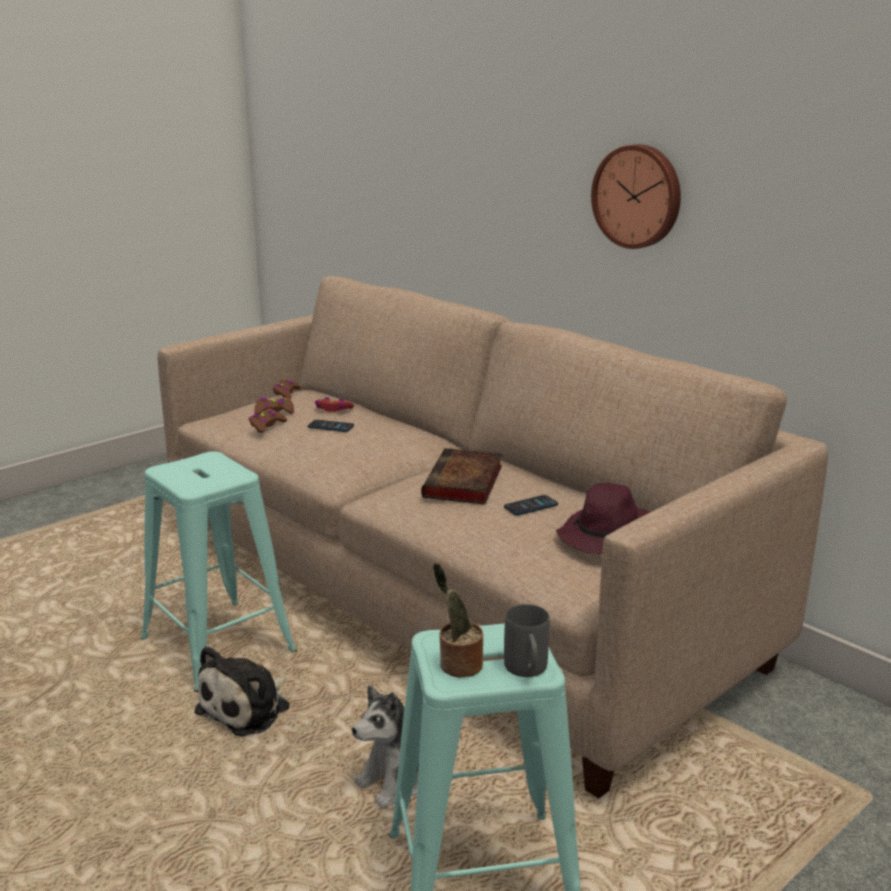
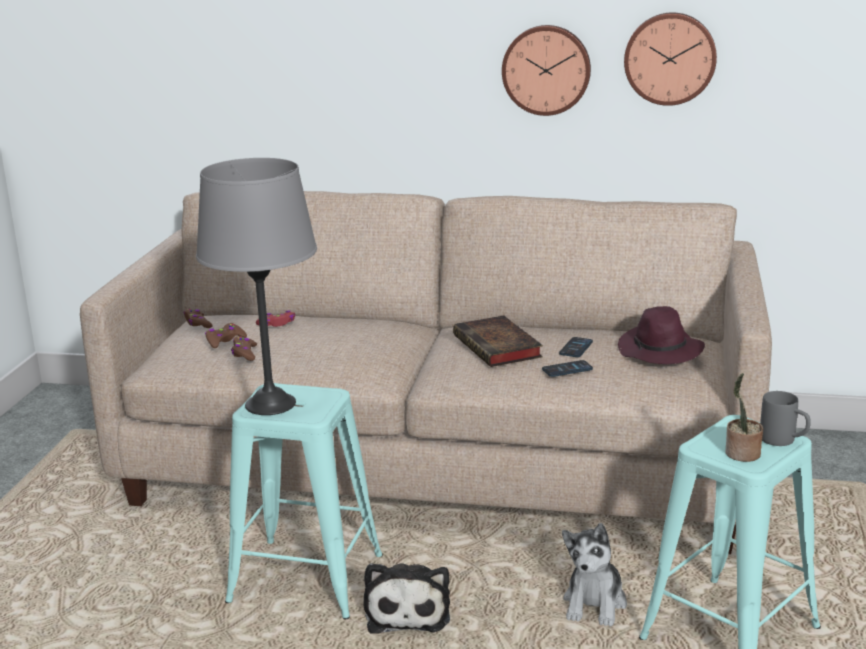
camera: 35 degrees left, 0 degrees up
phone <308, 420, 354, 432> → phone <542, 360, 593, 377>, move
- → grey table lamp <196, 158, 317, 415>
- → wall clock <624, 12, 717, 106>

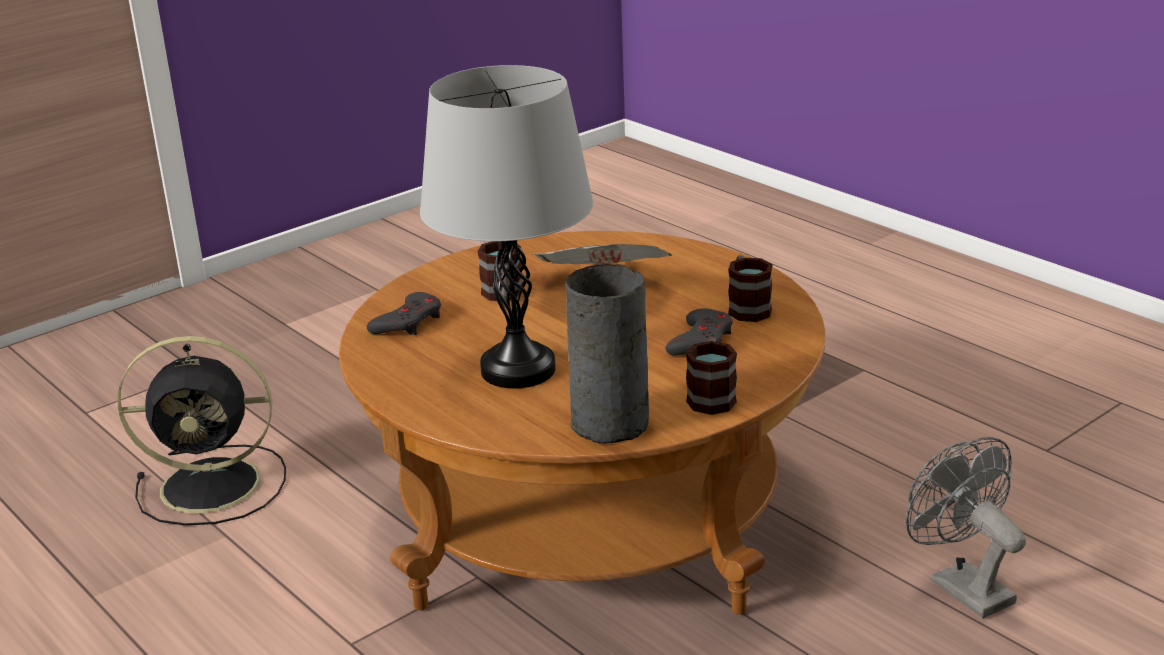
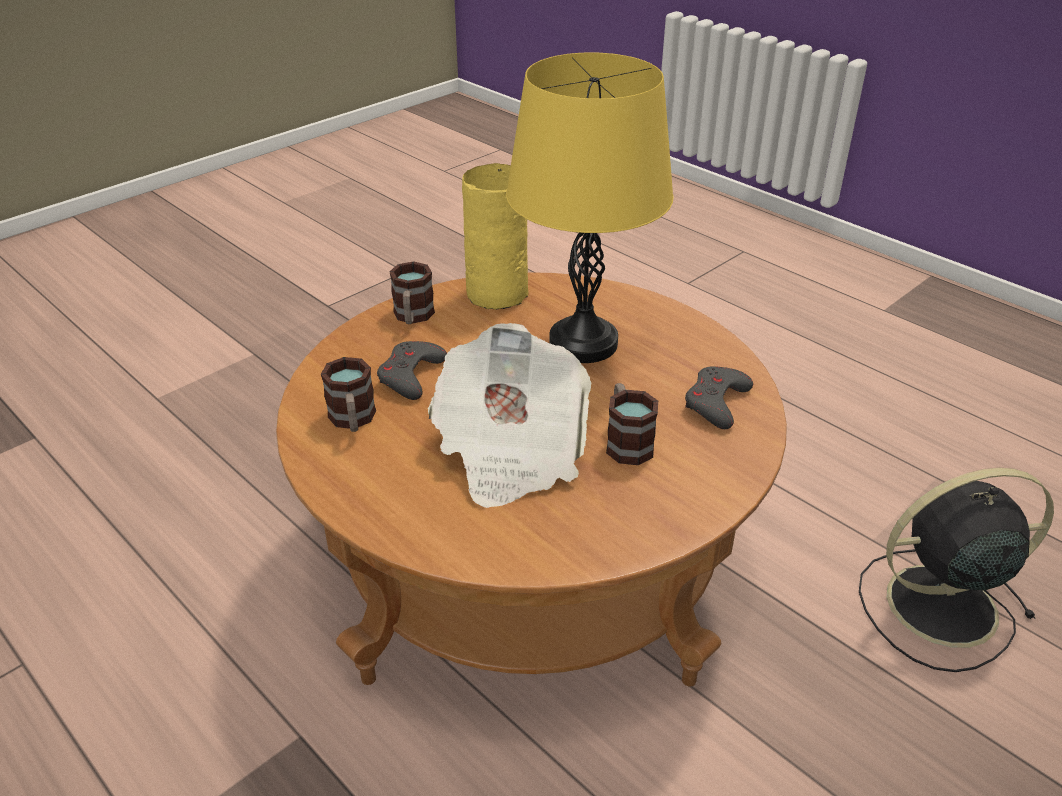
camera: 175 degrees right, 10 degrees up
grey table lamp <420, 65, 594, 388> → yellow table lamp <506, 52, 674, 363>
grey vase <565, 264, 649, 444> → yellow vase <462, 163, 529, 310>
grey fan <906, 437, 1026, 618> → -

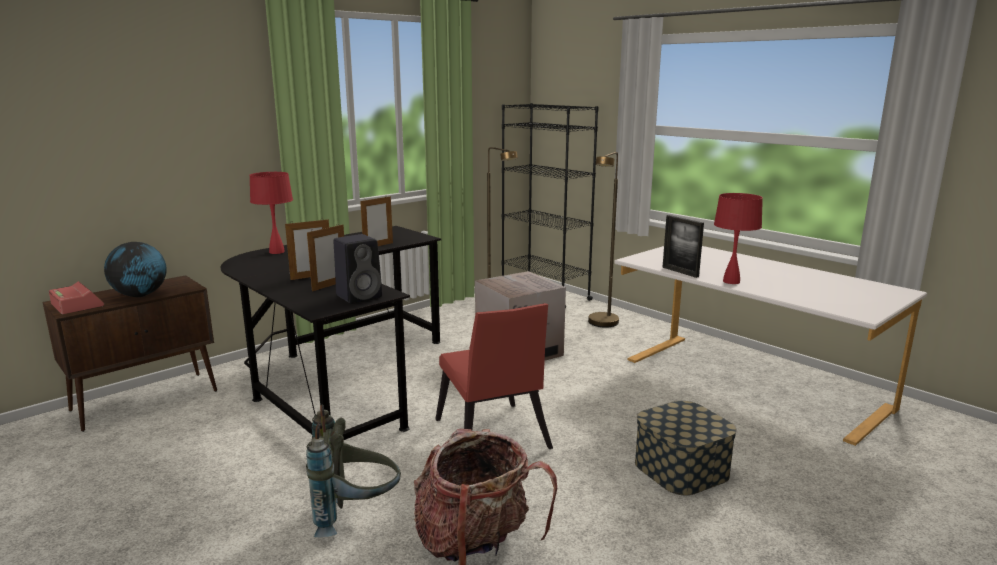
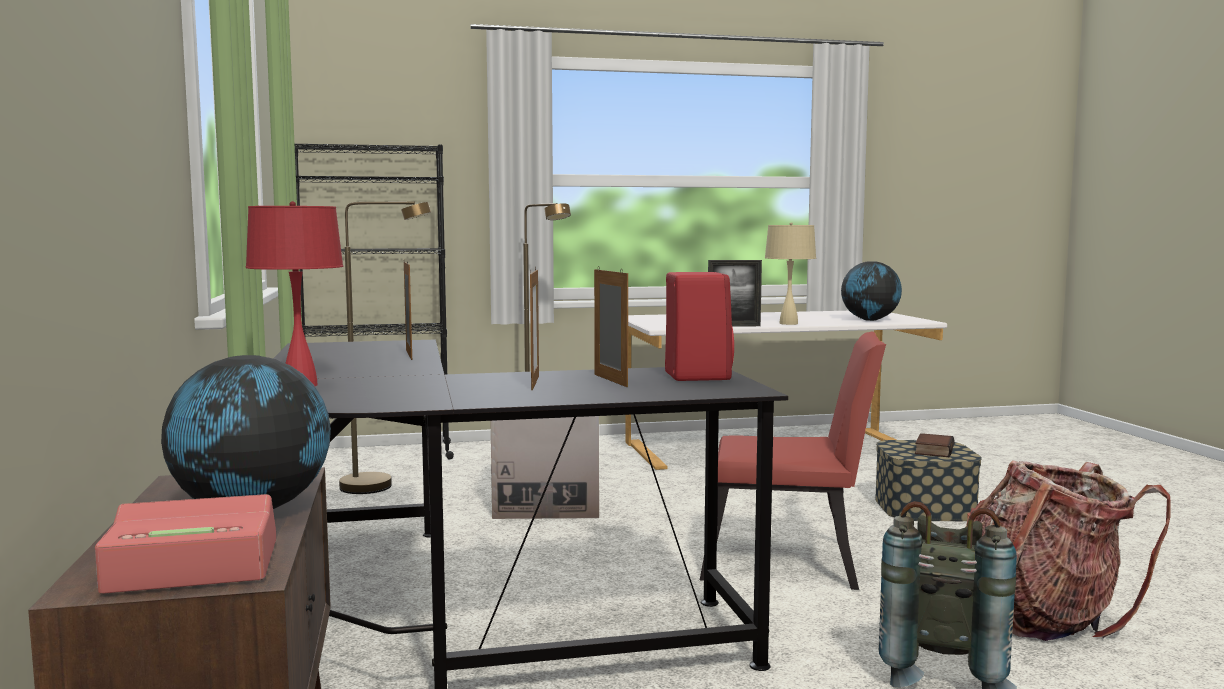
camera: 60 degrees left, 10 degrees down
black speaker <333, 234, 382, 303> → red speaker <665, 272, 734, 381>
red table lamp <714, 193, 763, 284> → beige table lamp <765, 222, 816, 325>
- → globe <841, 261, 902, 321>
- → book <915, 433, 955, 457>

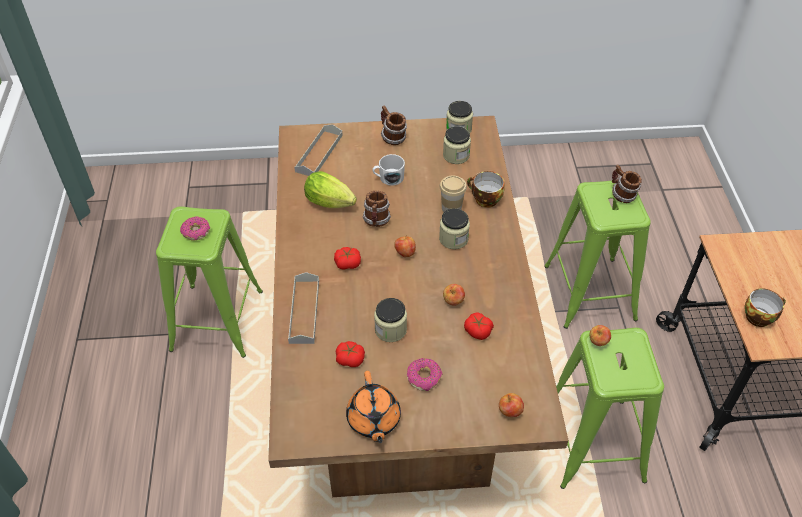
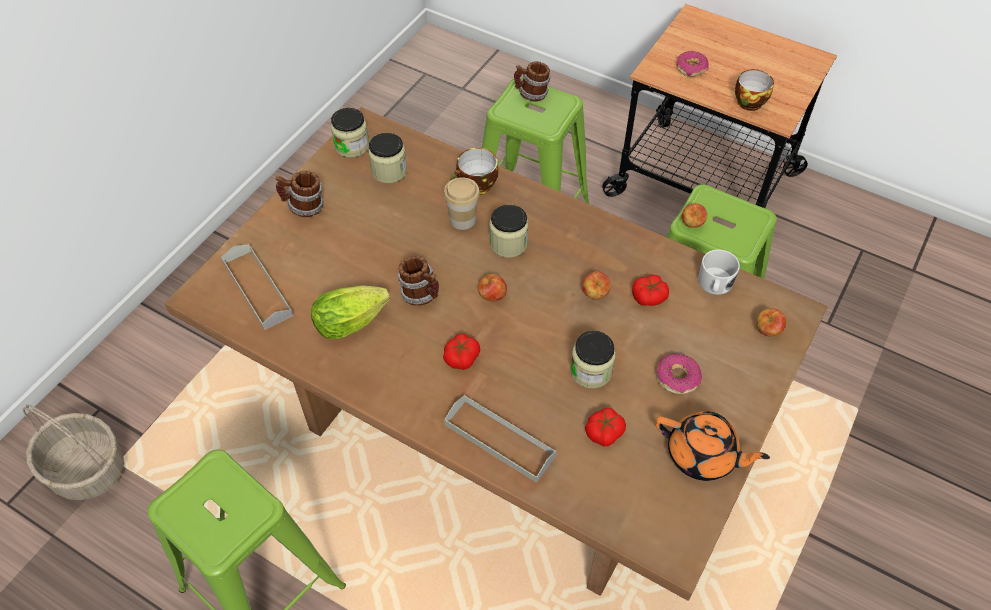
camera: 55 degrees left, 5 degrees up
donut <180, 216, 210, 240> → donut <676, 51, 709, 77>, move
white mug <373, 154, 405, 186> → white mug <698, 249, 740, 295>, move
- → basket <23, 404, 124, 500>

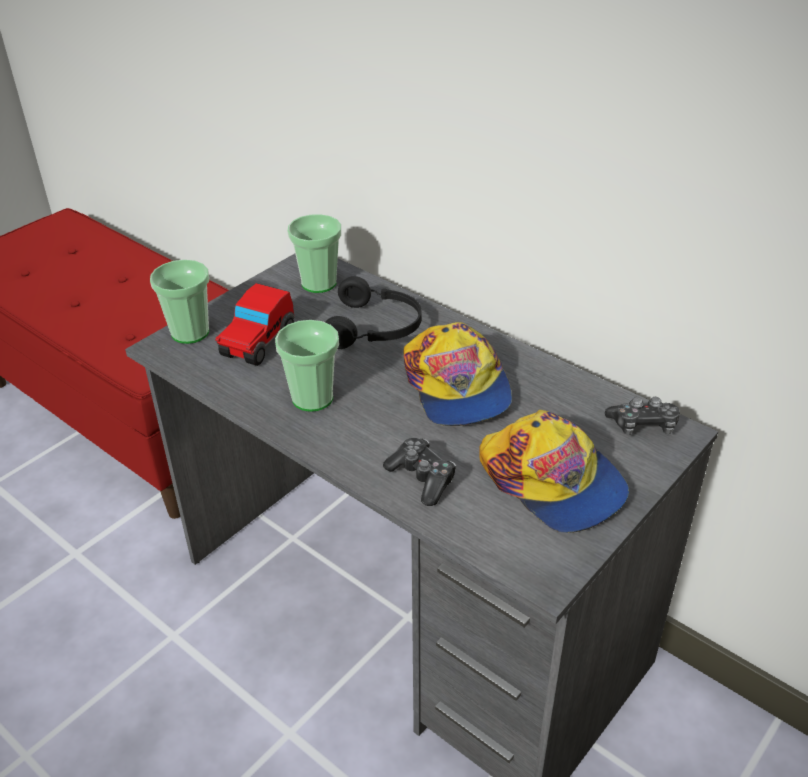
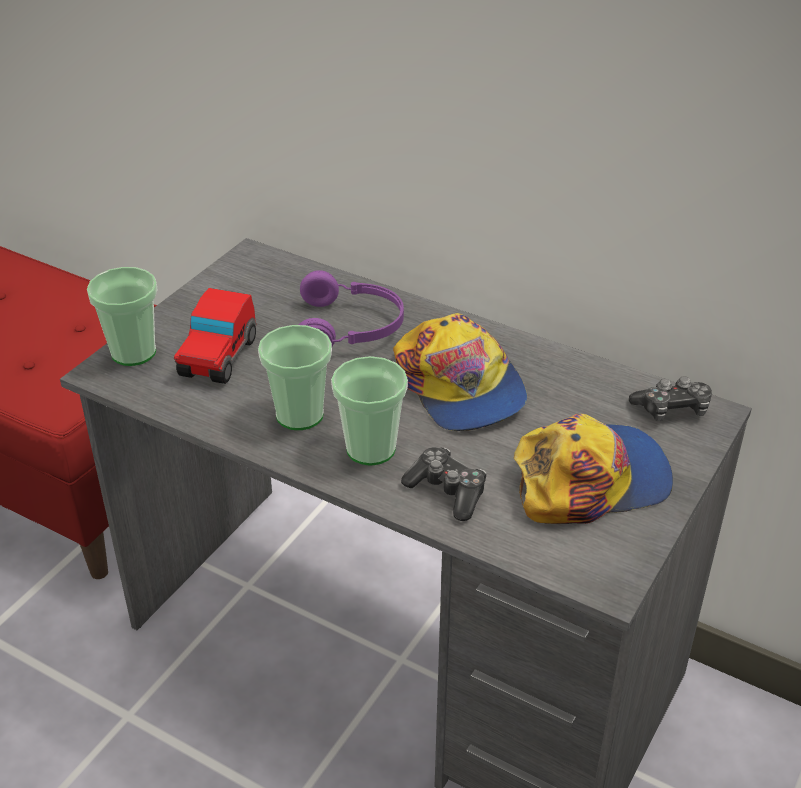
camera: 10 degrees left, 0 degrees up
cup <287, 214, 341, 293> → cup <331, 356, 408, 466>, move
black headphones <325, 276, 422, 349> → purple headphones <299, 270, 404, 346>
cap <479, 410, 629, 533> → cap <514, 414, 673, 524>, 60 degrees counterclockwise

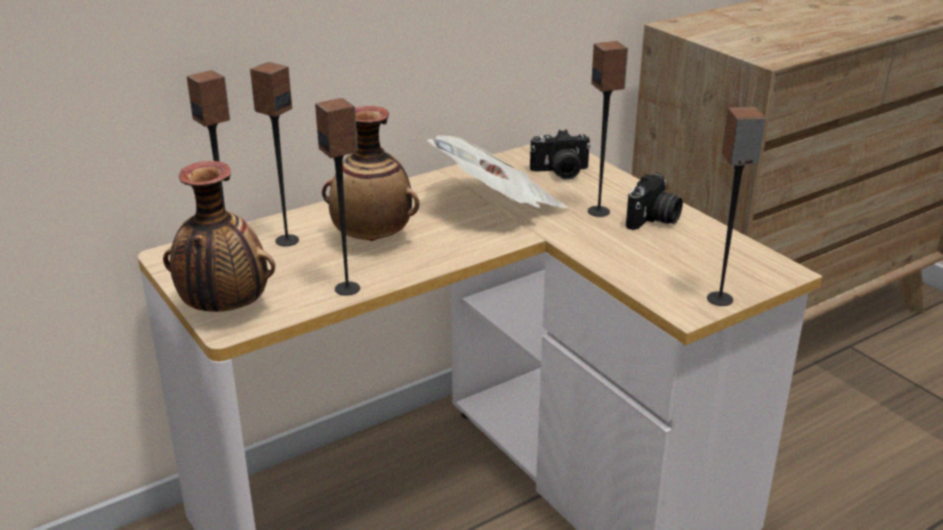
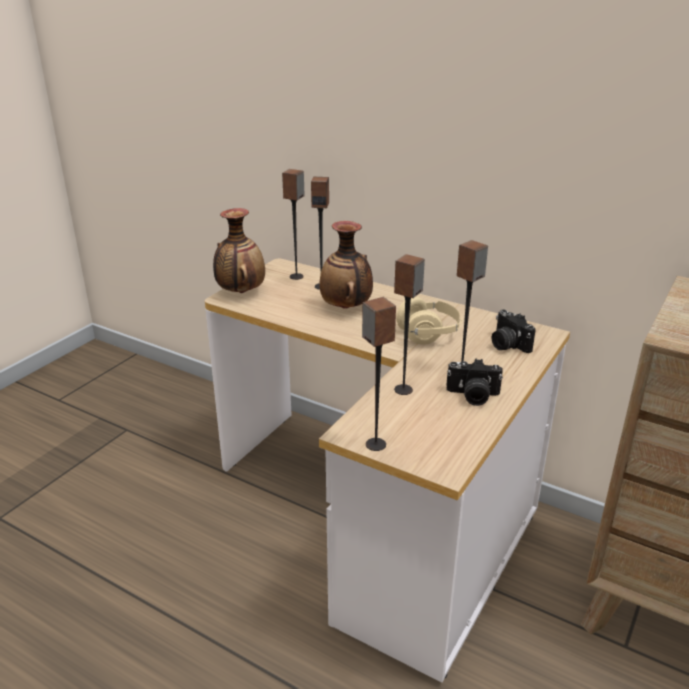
camera: 65 degrees right, 0 degrees up
speaker <315, 98, 360, 296> → speaker <394, 254, 425, 395>, move
newspaper <426, 135, 568, 208> → beige headphones <396, 297, 462, 345>

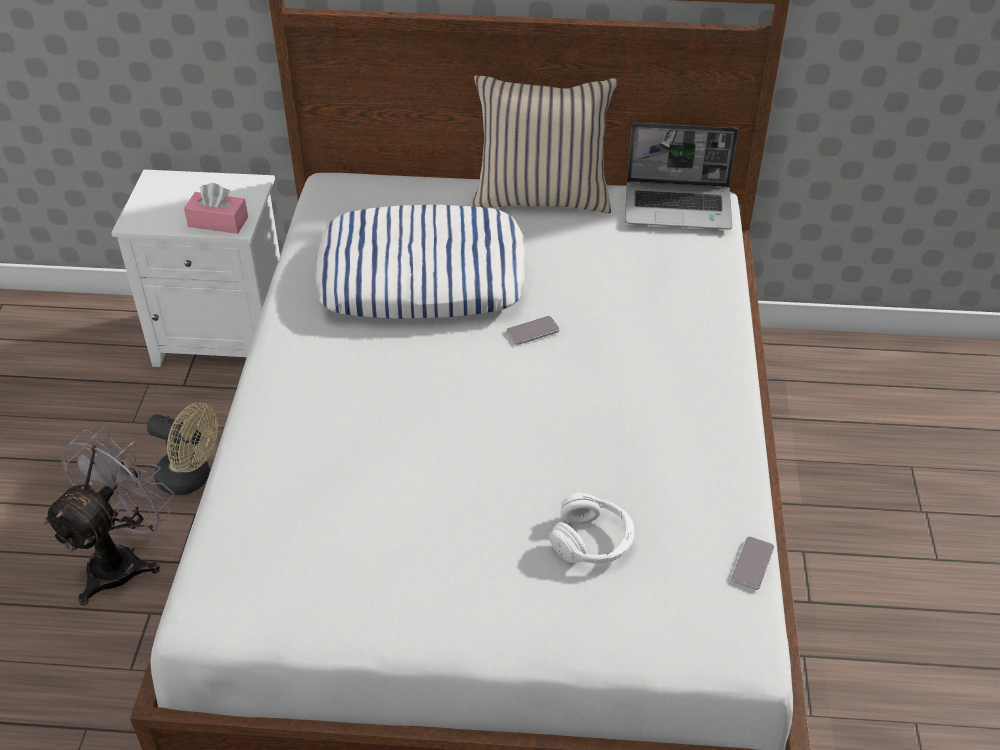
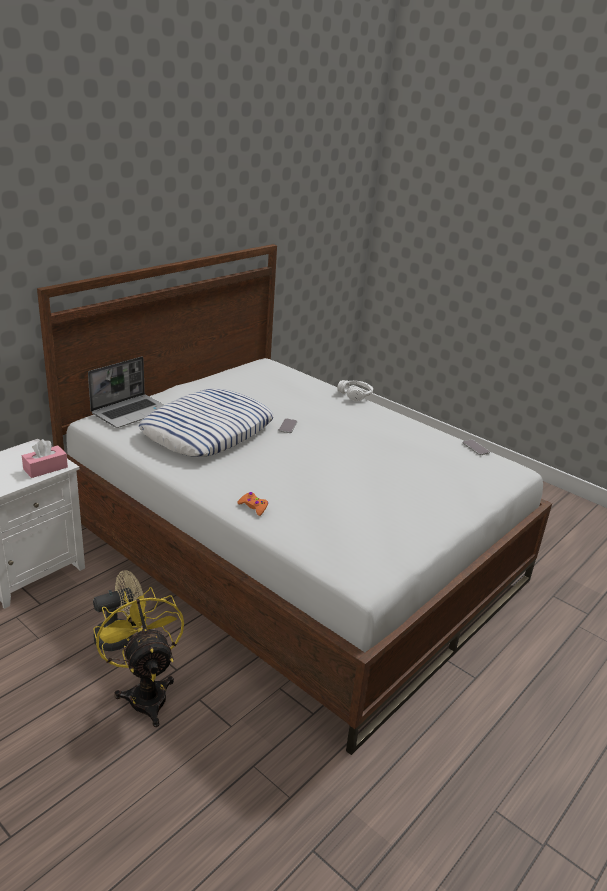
camera: 55 degrees left, 15 degrees down
grey fan <43, 427, 174, 605> → yellow fan <93, 587, 184, 727>
beige pillow <471, 75, 618, 214> → -
white headphones <549, 493, 634, 563> → white headphones <337, 380, 373, 401>, move
laptop <625, 123, 738, 230> → laptop <88, 356, 164, 428>, move
- → orange game controller <238, 492, 268, 516>

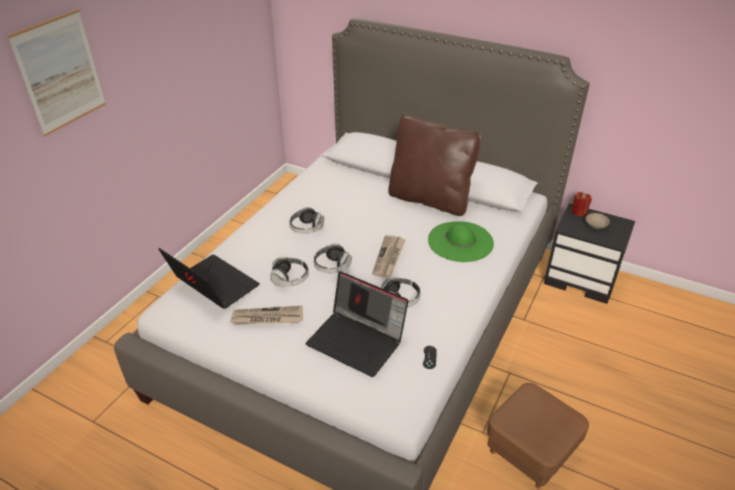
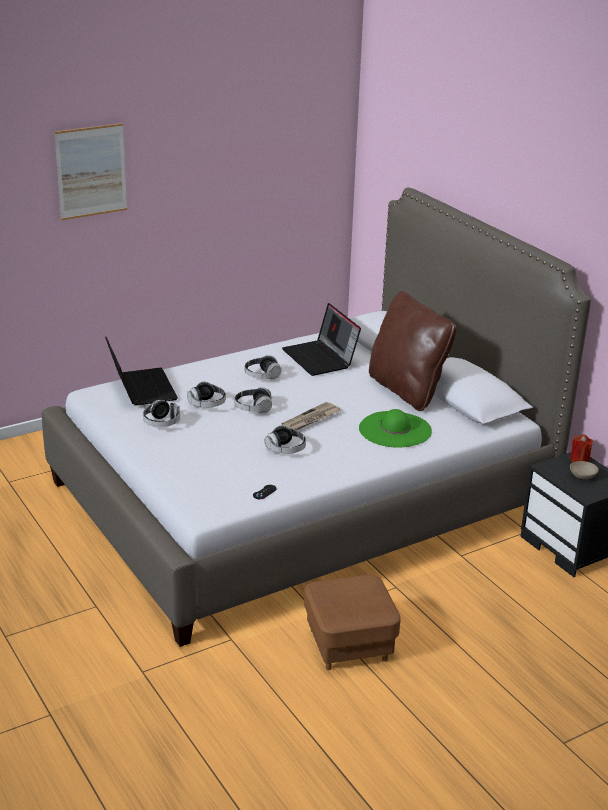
camera: 30 degrees right, 10 degrees down
newspaper <230, 306, 303, 325> → headphones <143, 400, 180, 427>
laptop <306, 271, 408, 377> → laptop <282, 303, 361, 376>, move

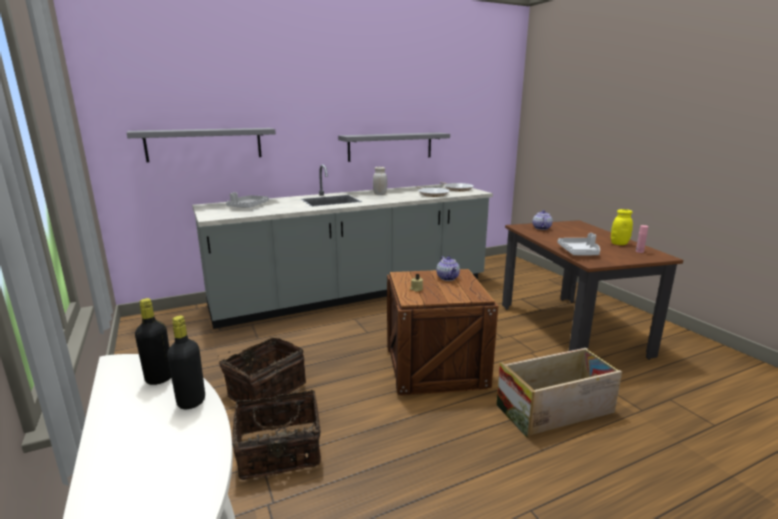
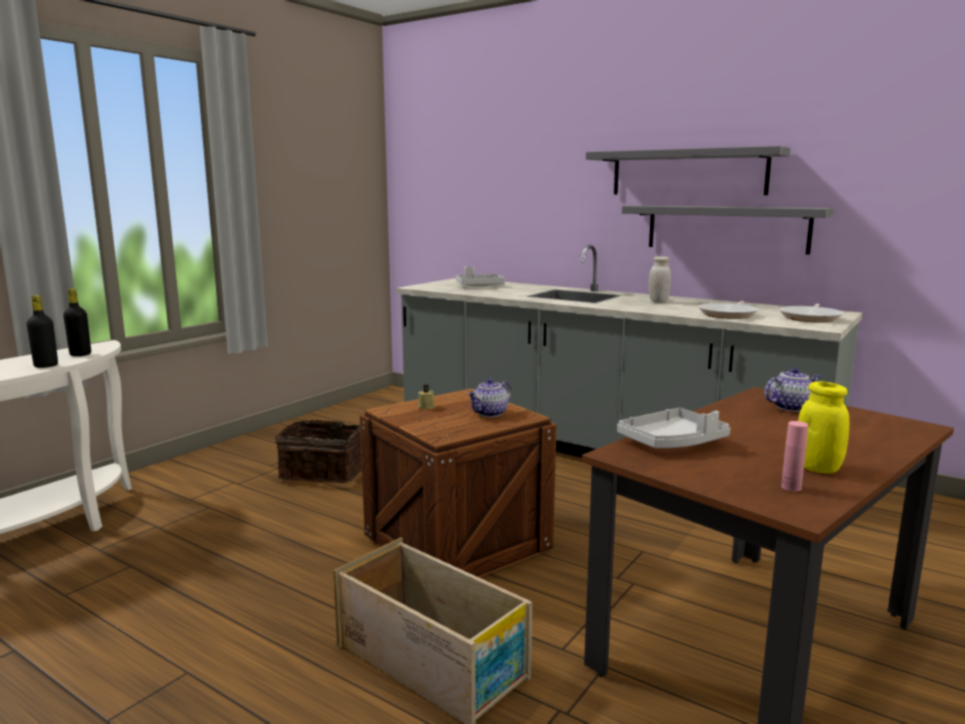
camera: 60 degrees right, 5 degrees down
grey shelf <127, 128, 276, 162> → grey shelf <586, 146, 790, 195>, move
basket <232, 390, 321, 480> → -

